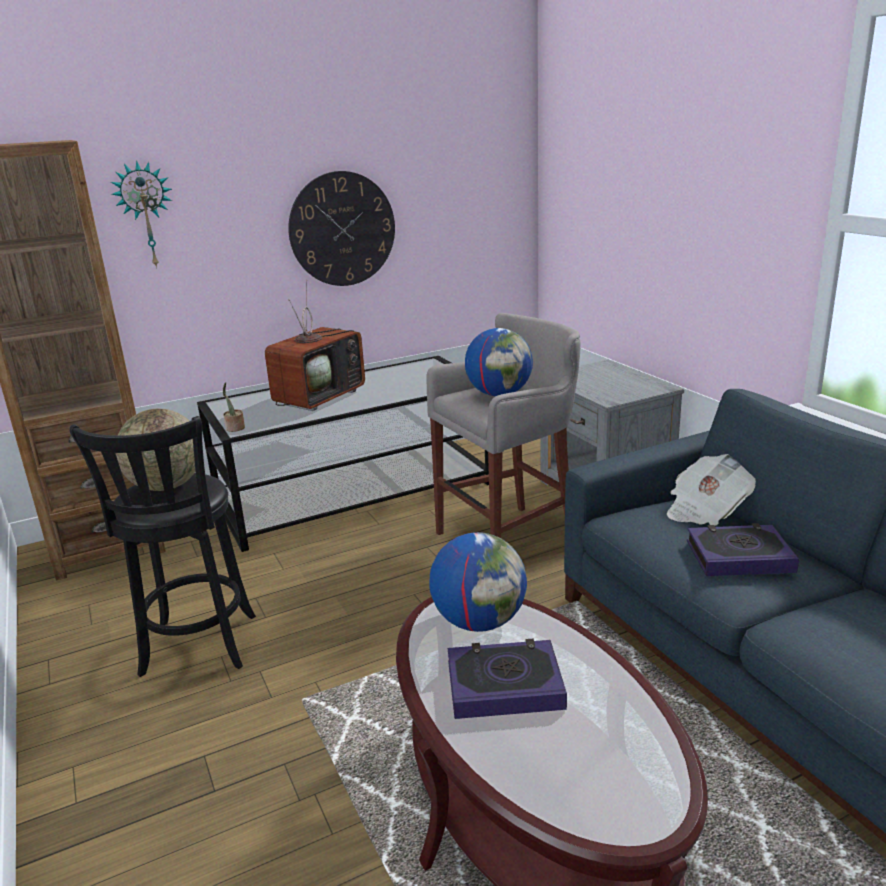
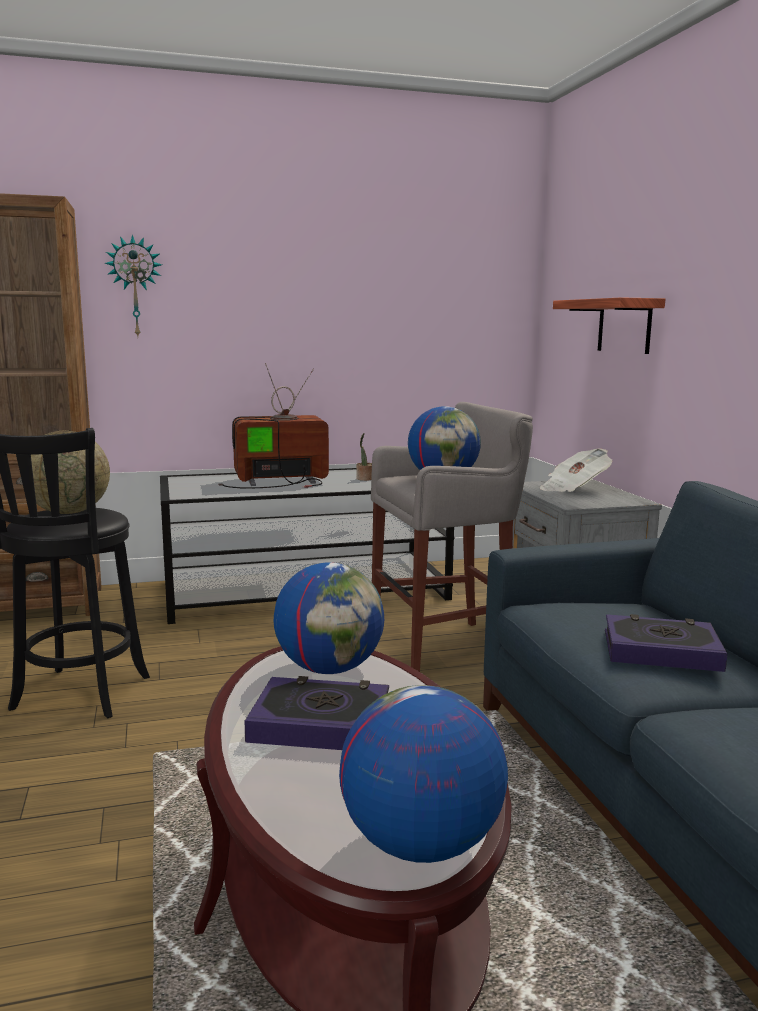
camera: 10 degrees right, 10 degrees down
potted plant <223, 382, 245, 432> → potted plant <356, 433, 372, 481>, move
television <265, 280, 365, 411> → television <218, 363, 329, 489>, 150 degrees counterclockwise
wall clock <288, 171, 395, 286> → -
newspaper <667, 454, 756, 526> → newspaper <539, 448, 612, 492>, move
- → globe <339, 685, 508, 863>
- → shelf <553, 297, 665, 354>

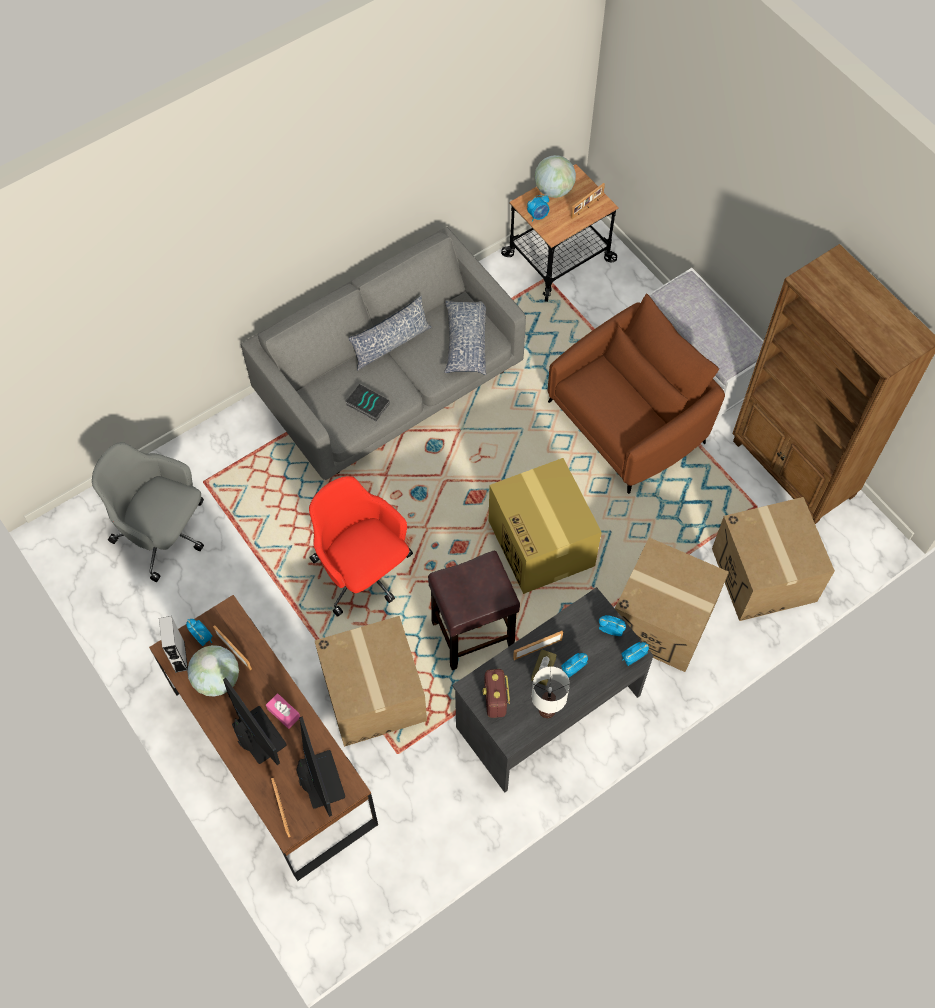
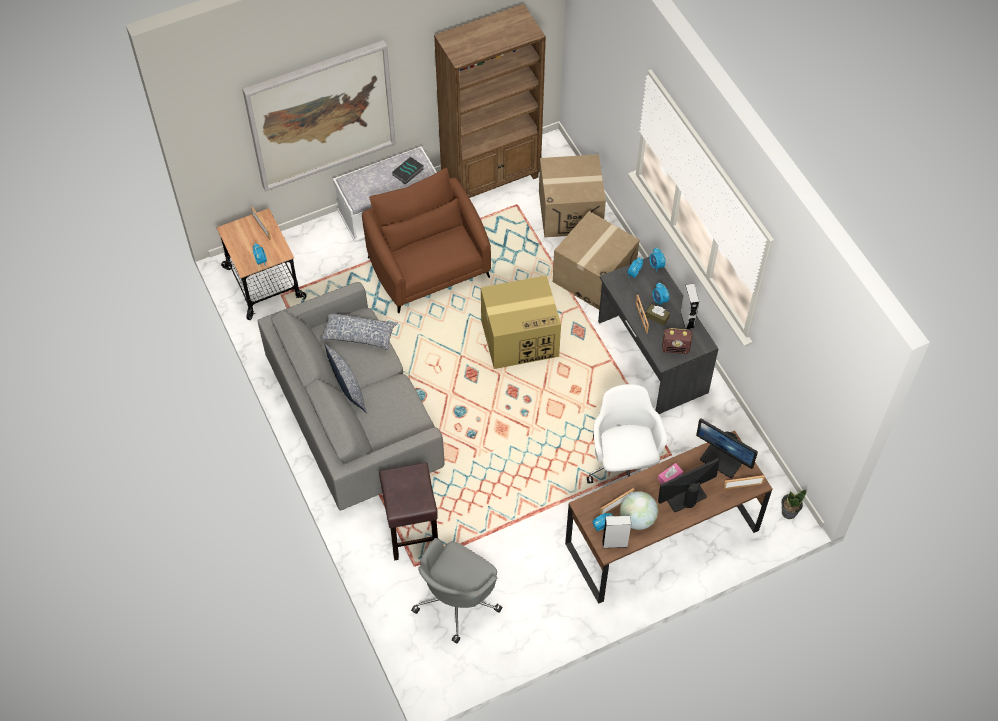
camera: 80 degrees left, 5 degrees down
monitor <297, 716, 345, 817> → monitor <696, 418, 758, 478>, 135 degrees counterclockwise
red office chair <309, 476, 413, 617> → -
cardboard box <315, 616, 427, 747> → white office chair <587, 384, 667, 483>
book <345, 384, 389, 421> → book <392, 157, 424, 185>, move
brown stool <428, 551, 520, 670> → brown stool <379, 462, 438, 560>, move
white table lamp <531, 666, 570, 718> → grey speaker <680, 284, 699, 330>
globe <535, 155, 576, 198> → -
- → picture <242, 40, 396, 192>
- → potted plant <781, 489, 807, 519>

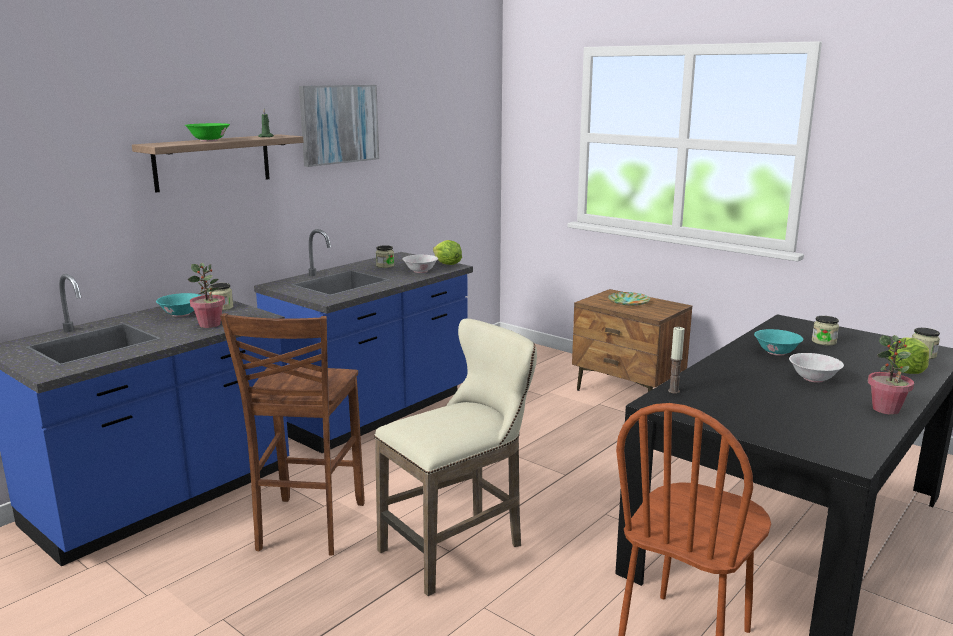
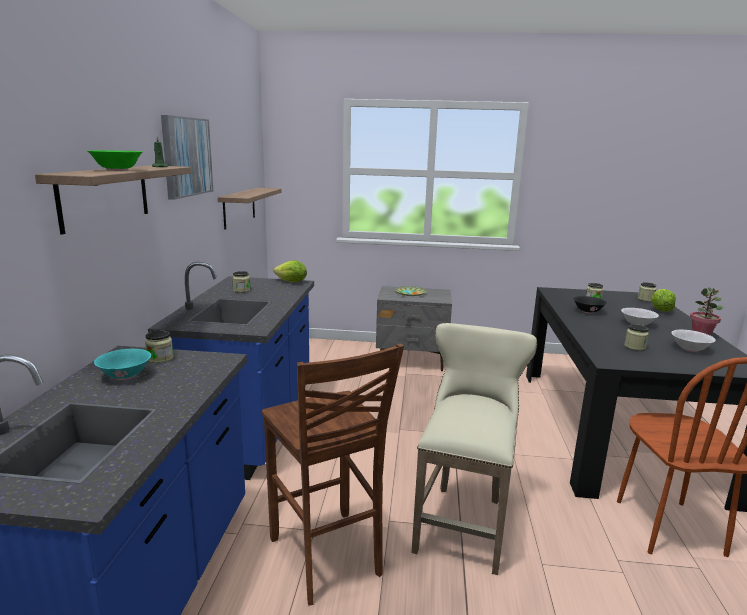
camera: 35 degrees left, 0 degrees up
potted plant <188, 263, 225, 328> → -
white bowl <402, 255, 438, 273> → white bowl <671, 330, 716, 352>, move
brown nightstand <572, 289, 692, 392> → grey nightstand <376, 286, 452, 371>
candle <668, 326, 685, 393> → -
turquoise bowl <754, 329, 804, 356> → black bowl <573, 296, 607, 314>
- → shelf <218, 188, 282, 230>
- → jar <624, 324, 649, 350>

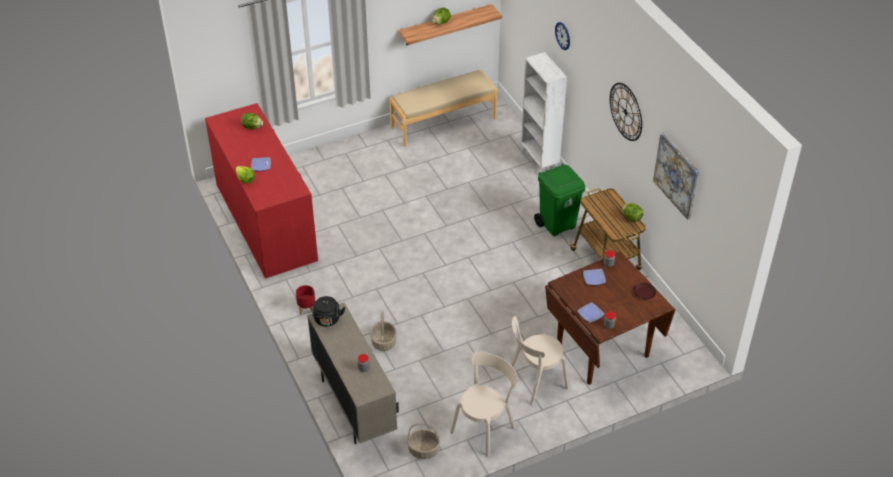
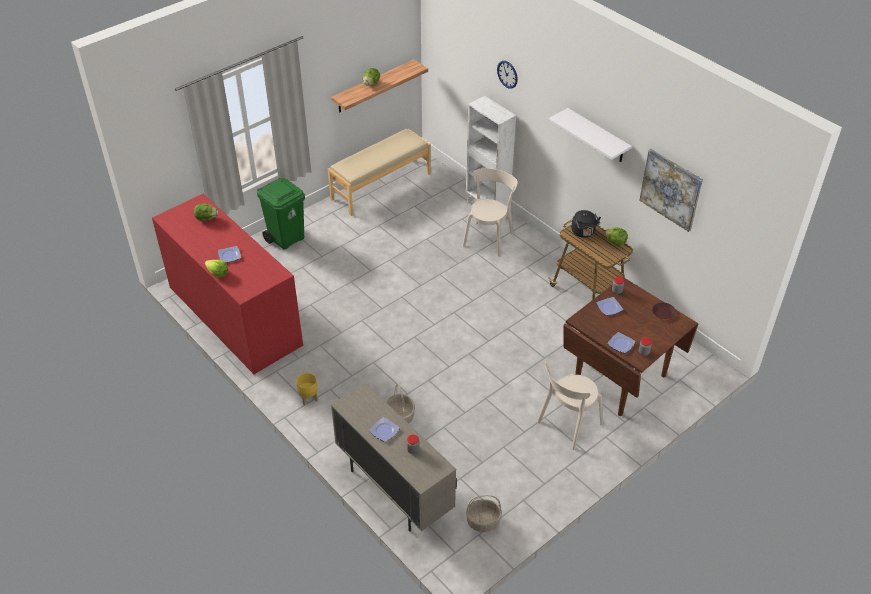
camera: 15 degrees left, 0 degrees up
red planter <296, 285, 315, 315> → yellow planter <296, 373, 318, 405>
black kettle <312, 296, 345, 327> → black kettle <571, 210, 601, 238>, move
beige chair <450, 352, 518, 457> → beige chair <463, 168, 518, 257>, move
green trash can <534, 164, 586, 236> → green trash can <257, 178, 305, 250>, move
wall clock <610, 83, 642, 141> → white shelf <548, 108, 632, 162>
- → plate <369, 417, 400, 442>

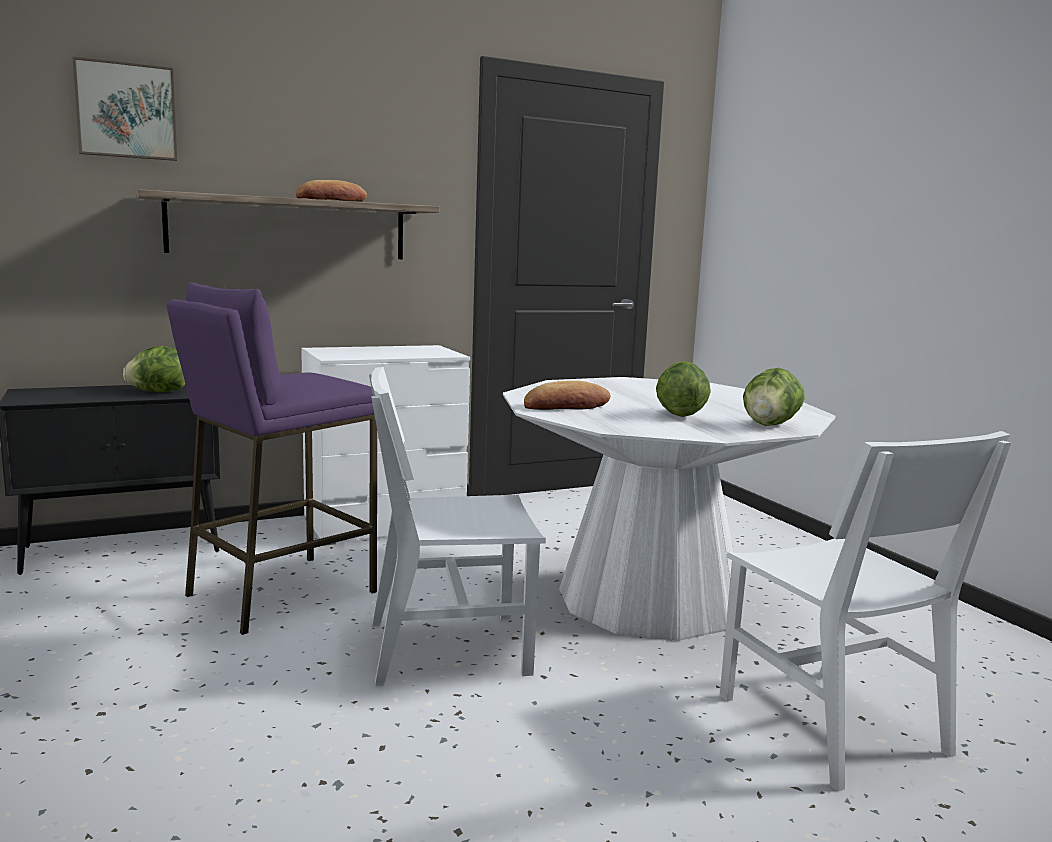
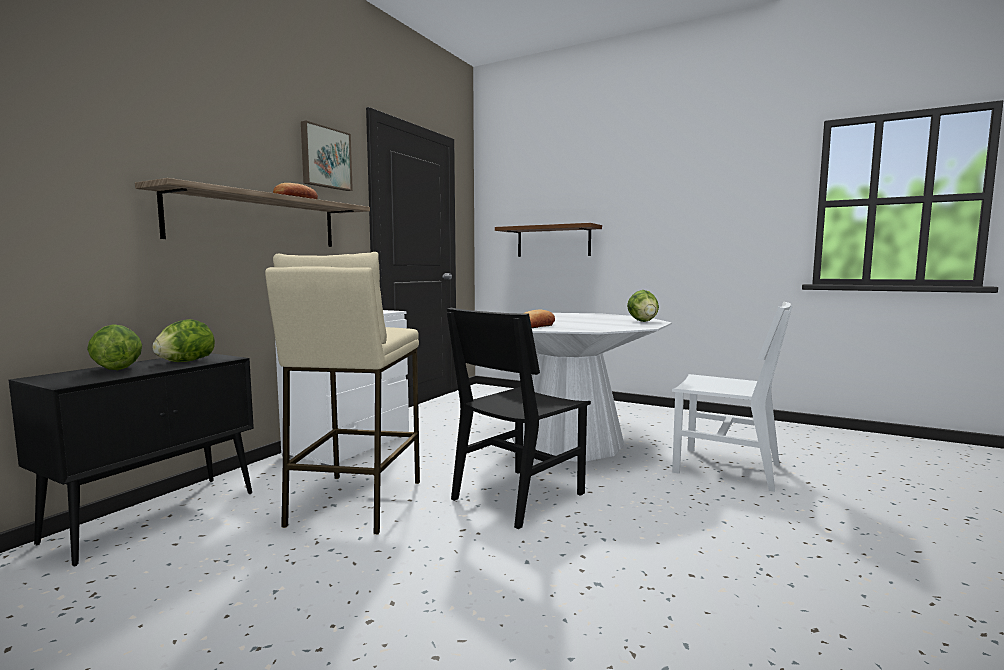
camera: 35 degrees left, 5 degrees down
picture <72, 56, 177, 161> → picture <301, 121, 353, 191>, move
purple stool <166, 283, 377, 635> → beige stool <265, 252, 420, 535>
white chair <369, 367, 546, 686> → black chair <447, 308, 591, 529>
lettuce <656, 361, 711, 417> → lettuce <87, 324, 142, 370>, move
- → brown shelf <495, 223, 602, 257>

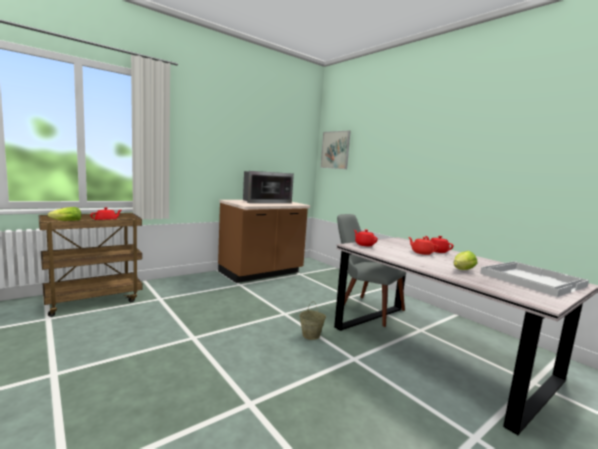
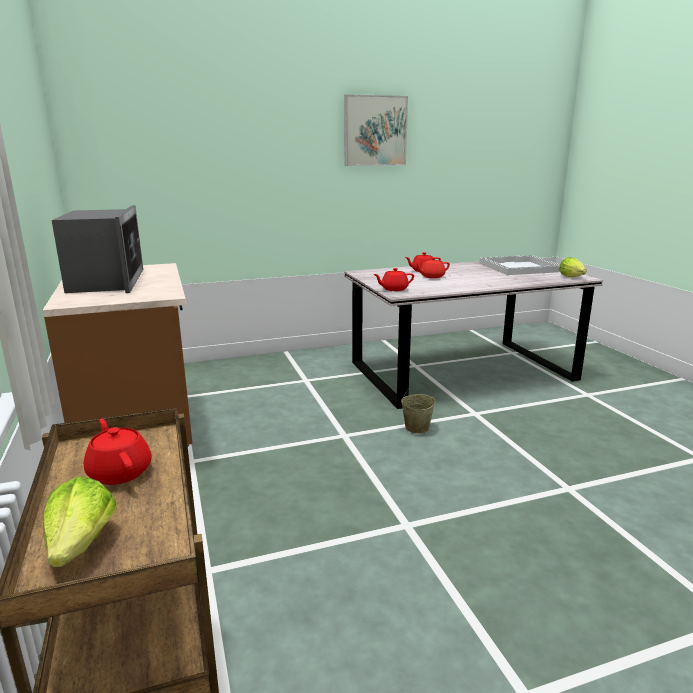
camera: 70 degrees left, 10 degrees up
picture <320, 131, 351, 169> → picture <344, 94, 408, 166>, move
grey chair <337, 214, 406, 327> → -
lettuce <453, 251, 477, 270> → lettuce <559, 257, 587, 277>, move

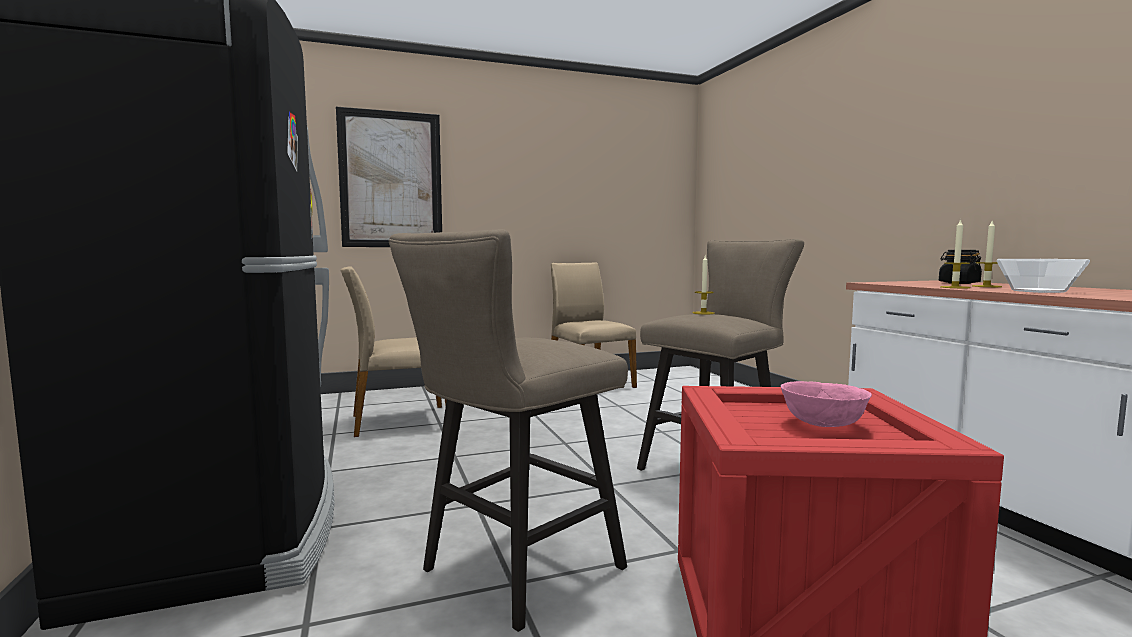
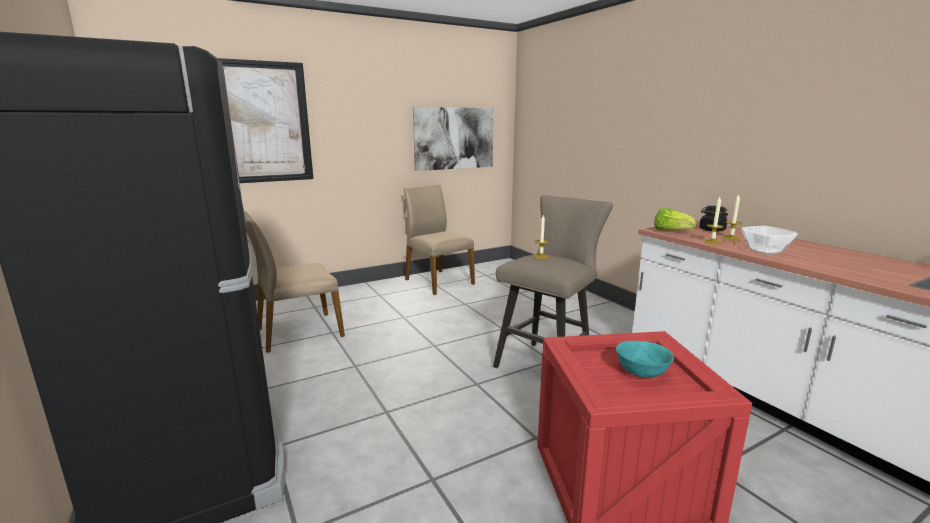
camera: 10 degrees left, 10 degrees up
beige stool <389, 229, 628, 632> → -
pink bowl <781, 381, 872, 427> → turquoise bowl <616, 341, 674, 378>
- → picture <413, 107, 494, 171>
- → lettuce <654, 208, 697, 230>

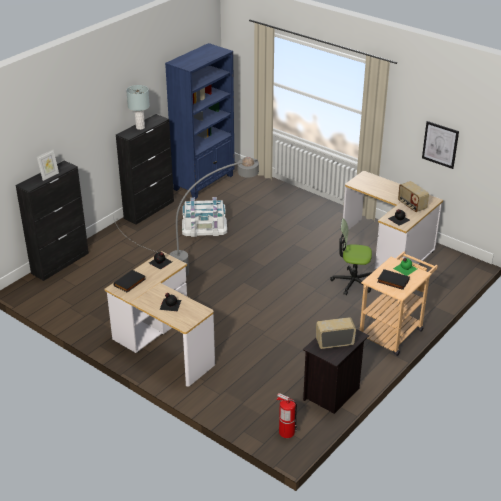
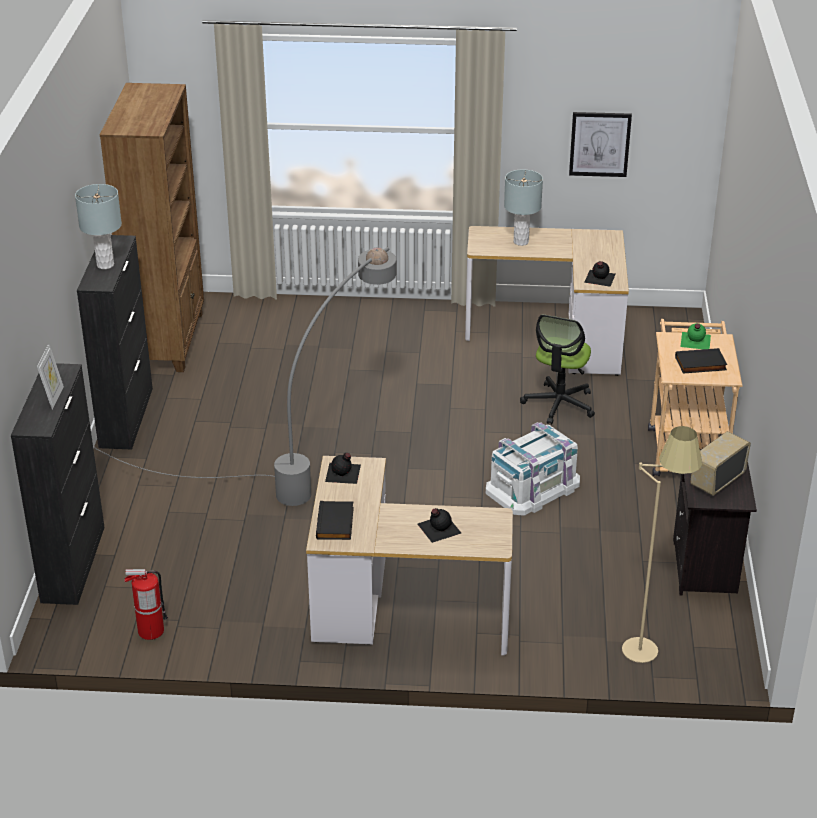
camera: 35 degrees left, 0 degrees up
blue bookcase <165, 43, 235, 199> → brown bookcase <100, 83, 204, 372>
white storage box <182, 197, 227, 237> → white storage box <486, 422, 580, 516>, move
fire extinguisher <276, 393, 297, 438> → fire extinguisher <124, 569, 168, 640>, move
office chair <330, 218, 372, 295> → office chair <520, 315, 595, 424>, 45 degrees counterclockwise
radio <398, 181, 429, 212> → -
- → grey table lamp <504, 170, 543, 246>
- → beige floor lamp <622, 426, 702, 663>

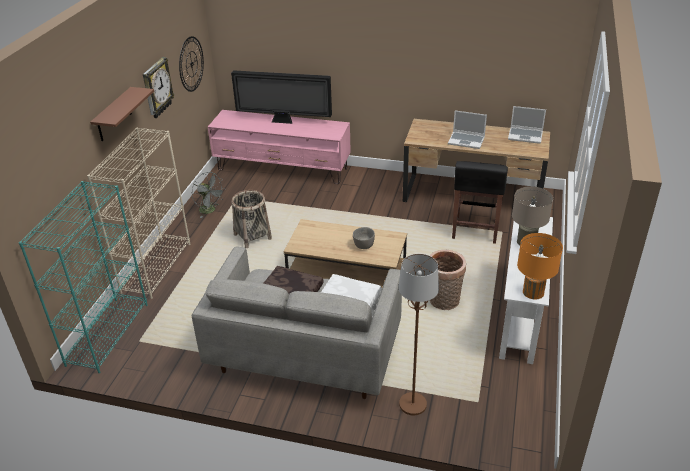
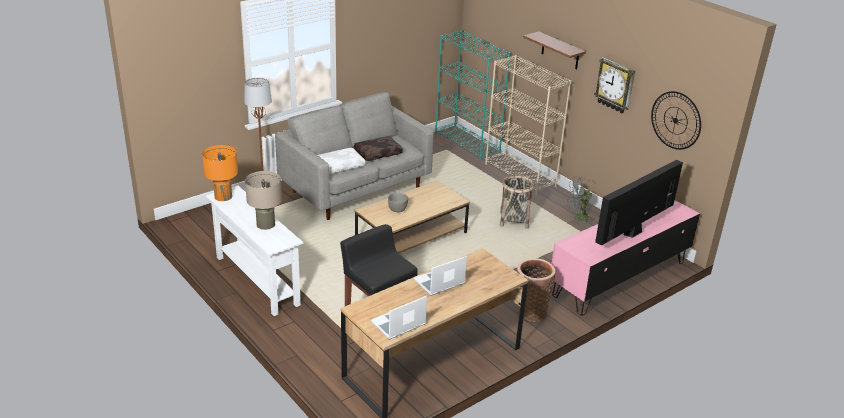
camera: 125 degrees right, 5 degrees down
basket <430, 250, 466, 310> → basket <517, 258, 555, 322>, move

